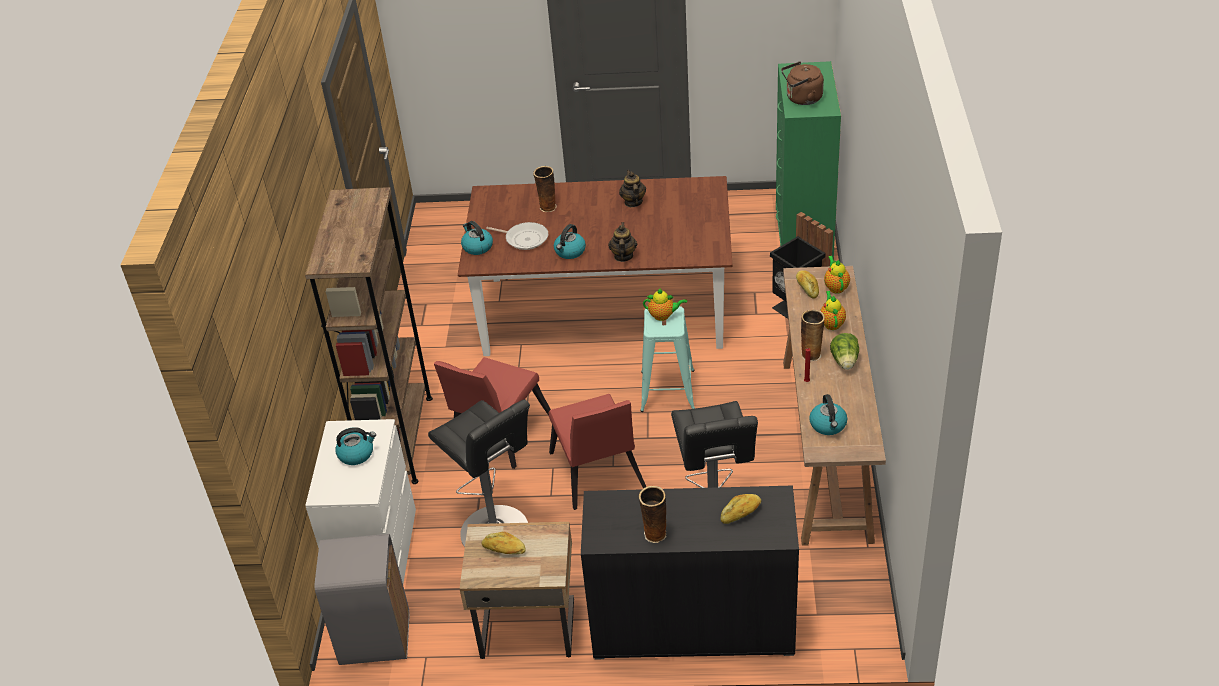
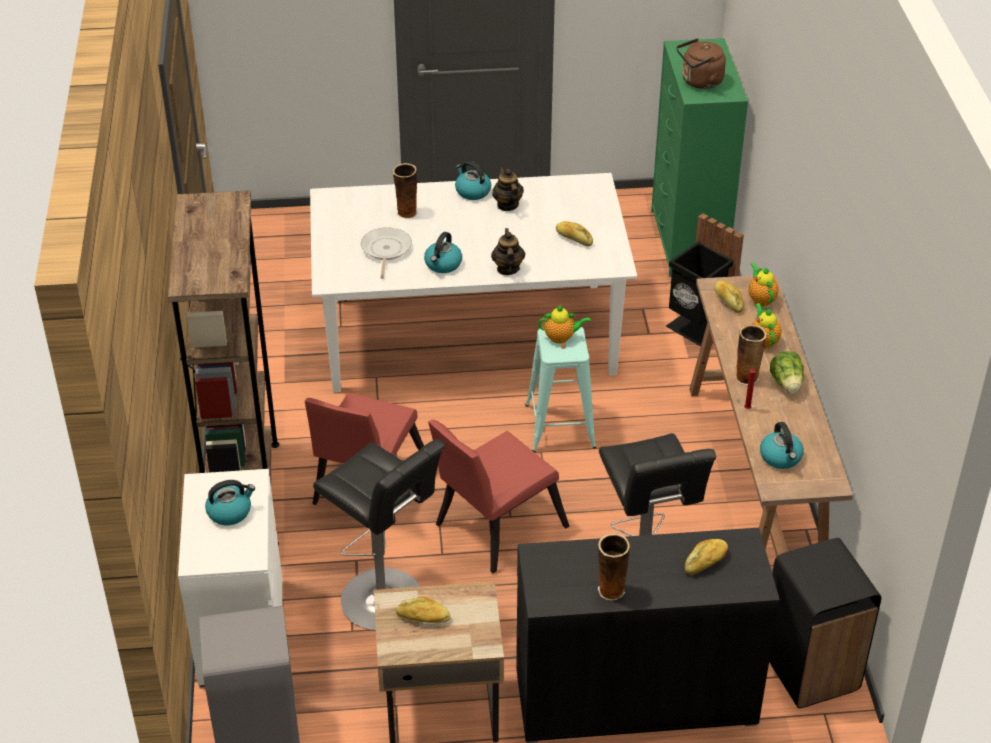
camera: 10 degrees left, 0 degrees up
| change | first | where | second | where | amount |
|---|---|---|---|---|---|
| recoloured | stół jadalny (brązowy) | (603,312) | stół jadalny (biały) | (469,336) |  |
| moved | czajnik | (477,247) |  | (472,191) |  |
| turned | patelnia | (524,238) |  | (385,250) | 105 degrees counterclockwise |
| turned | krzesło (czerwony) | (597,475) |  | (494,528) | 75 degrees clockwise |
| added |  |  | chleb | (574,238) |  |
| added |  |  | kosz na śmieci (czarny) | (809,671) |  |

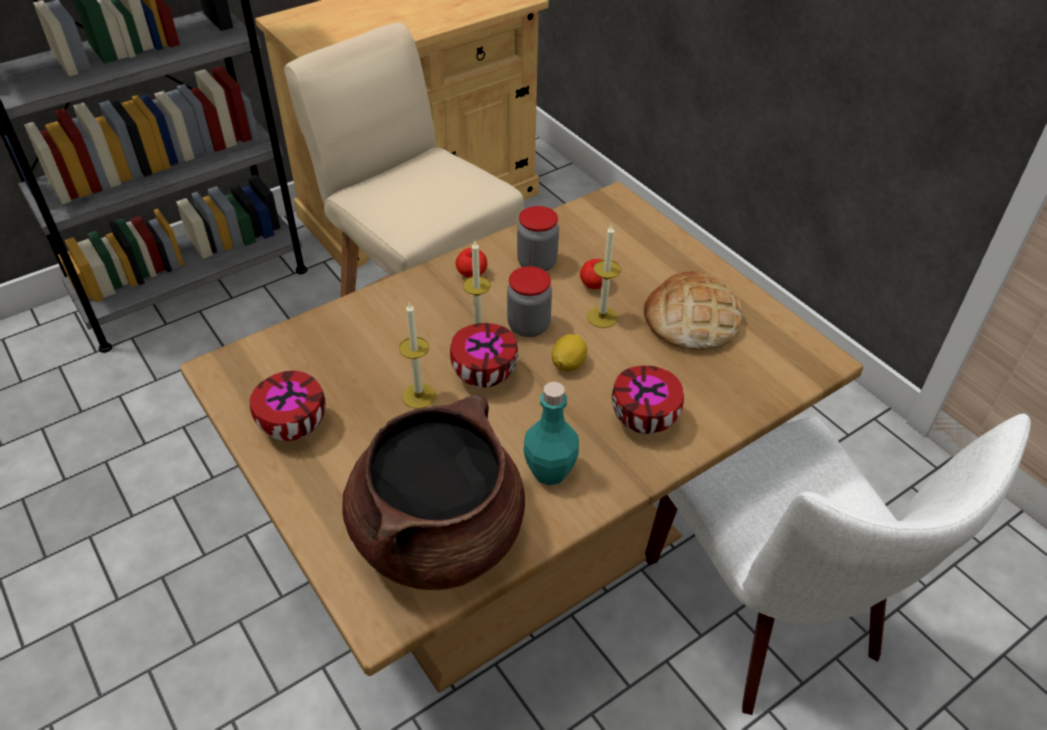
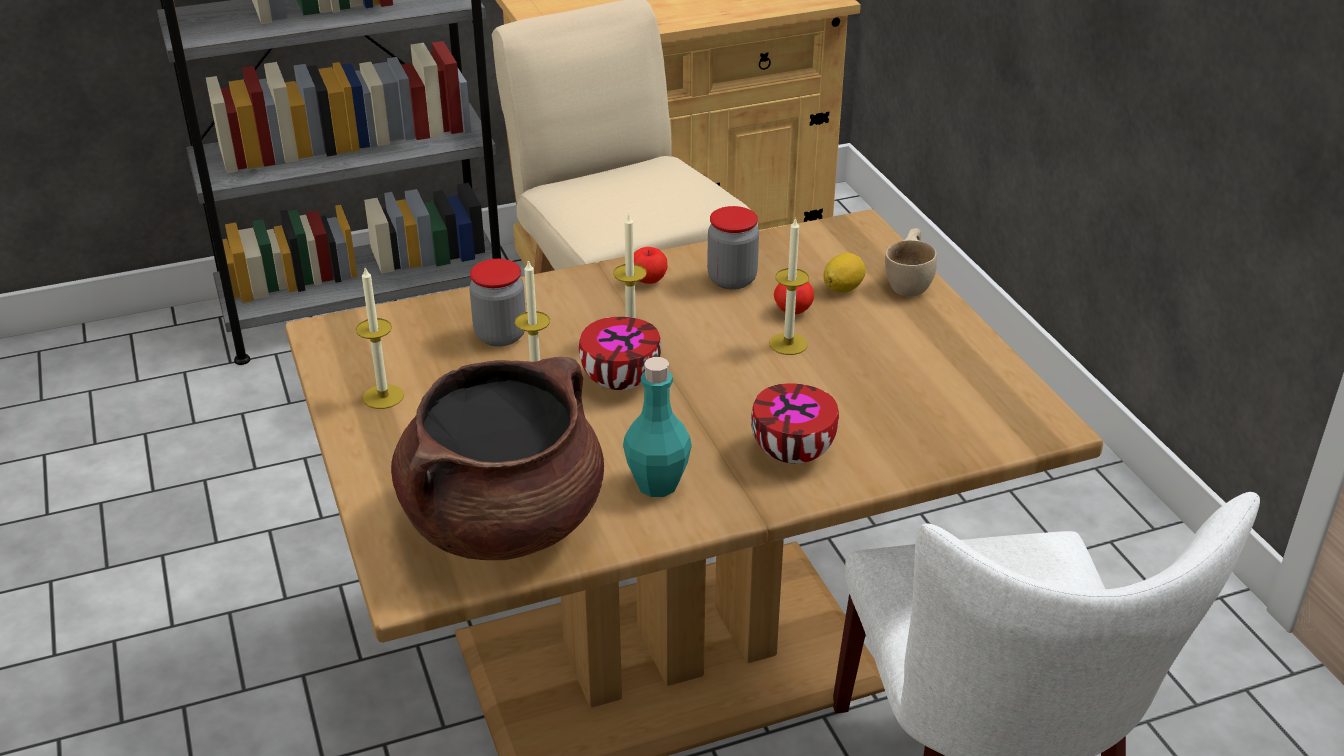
camera: 15 degrees right, 10 degrees down
| change | first | where | second | where | amount |
|---|---|---|---|---|---|
| moved | słoik | (528,326) |  | (500,335) |  |
| removed | chleb | (691,319) |  |  |  |
| moved | cytryna | (568,364) |  | (843,288) |  |
| replaced | miska | (291,427) | świeca | (383,396) |  |
| added |  |  | filiżanka (beżowy) | (910,281) |  |

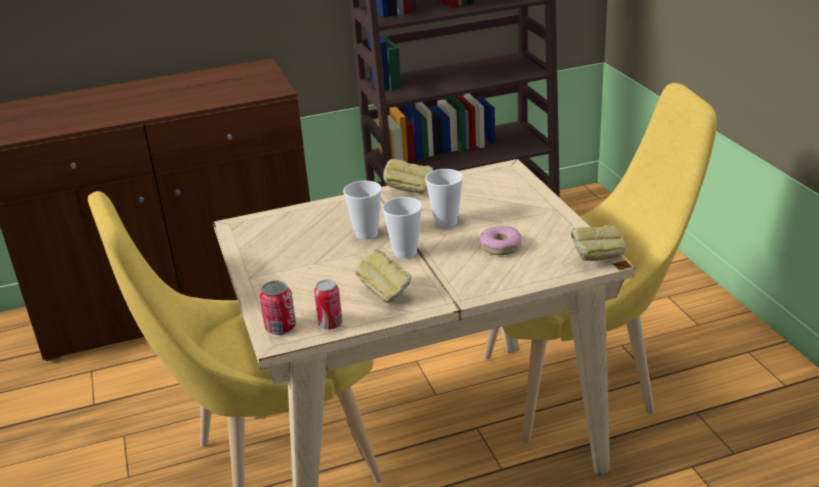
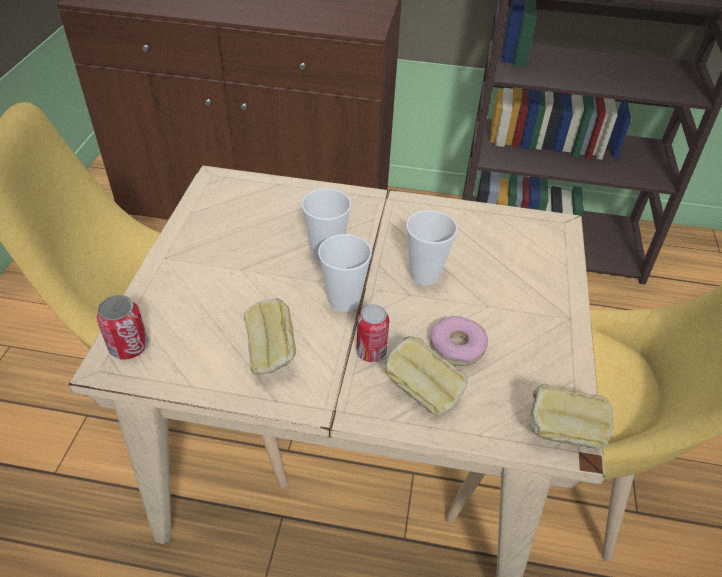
camera: 25 degrees right, 15 degrees up
| change | first | where | second | where | amount |
|---|---|---|---|---|---|
| moved | chleb | (409,191) |  | (423,392) |  |
| moved | puszka | (330,324) |  | (371,352) |  |

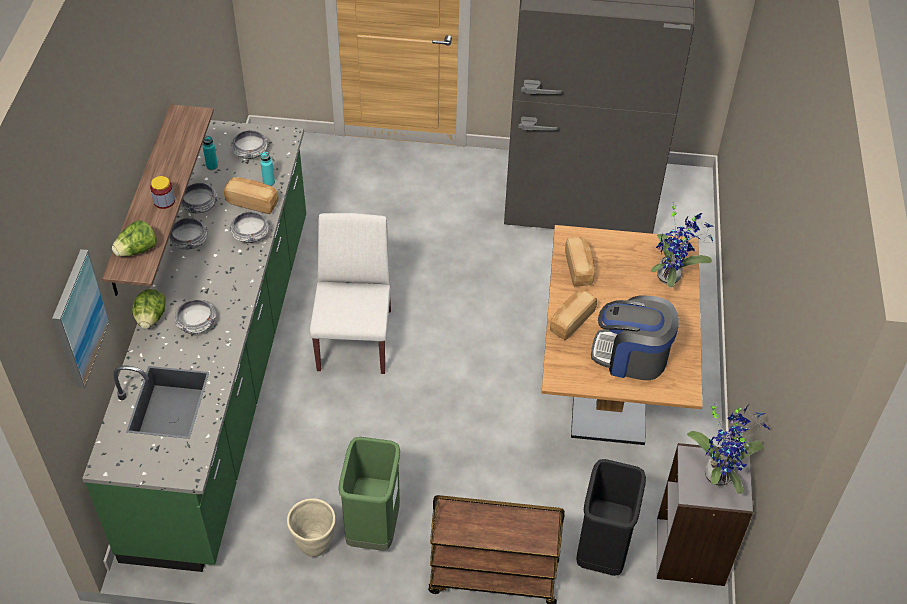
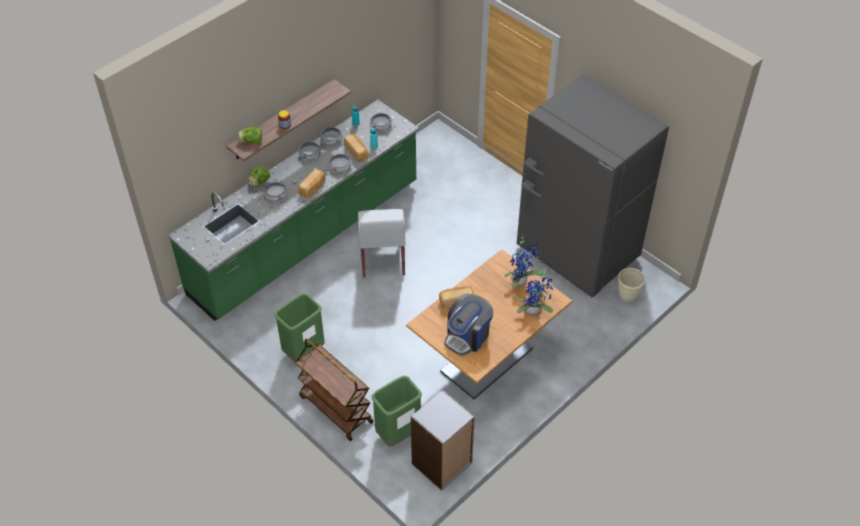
camera: 40 degrees right, 0 degrees up
| change | first | where | second | where | amount |
|---|---|---|---|---|---|
| turned | krzesło (biały) | (354,339) |  | (383,257) | 135 degrees clockwise |
| moved | chleb | (579,269) |  | (313,188) |  |
| removed | obraz | (78,319) |  |  |  |
| turned | ekspres do kawy | (631,356) |  | (467,336) | 105 degrees counterclockwise |
| moved | roślina doniczkowa | (720,473) |  | (521,281) |  |
| recoloured | kosz na śmieci (czarny) | (602,552) | kosz na śmieci (zielony) | (398,434) |  |
| moved | donica (beżowy) | (314,544) |  | (627,295) |  |

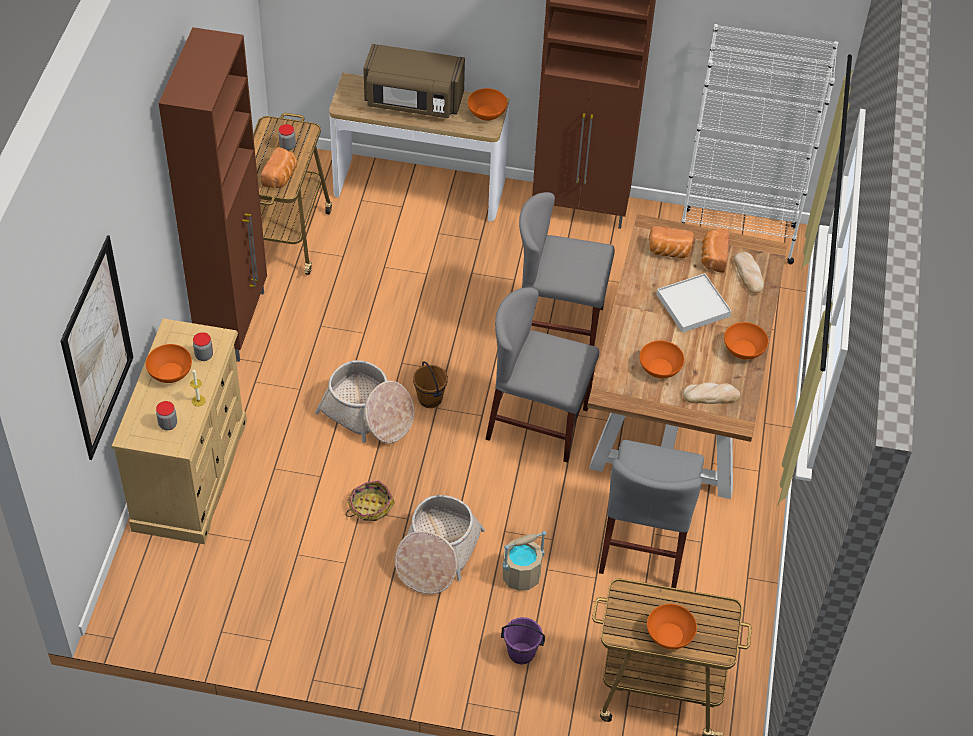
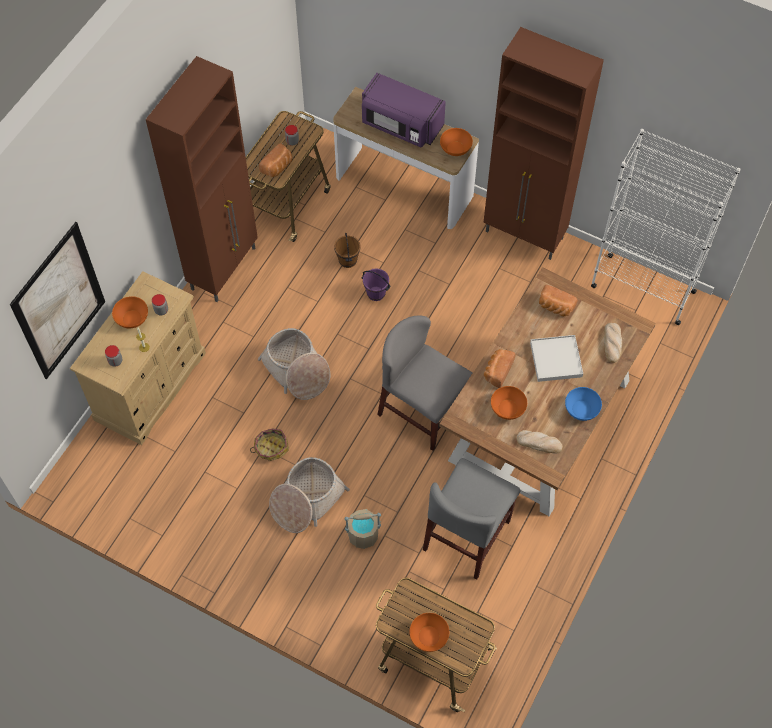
camera: 20 degrees right, 10 degrees up
| change | first | where | second | where | amount |
|---|---|---|---|---|---|
| recoloured | mikrofalówka (brązowy) | (413,101) | mikrofalówka (fioletowy) | (401,125) |  |
| removed | krzesło (szary) | (558,325) |  |  |  |
| moved | chleb | (713,257) |  | (497,371) |  |
| recoloured | miska (pomarańczowy) | (744,350) | miska (niebieski) | (581,409) |  |
| moved | wiadro (brązowy) | (430,399) |  | (348,261) |  |
| moved | wiadro (fioletowy) | (521,653) |  | (376,293) |  |

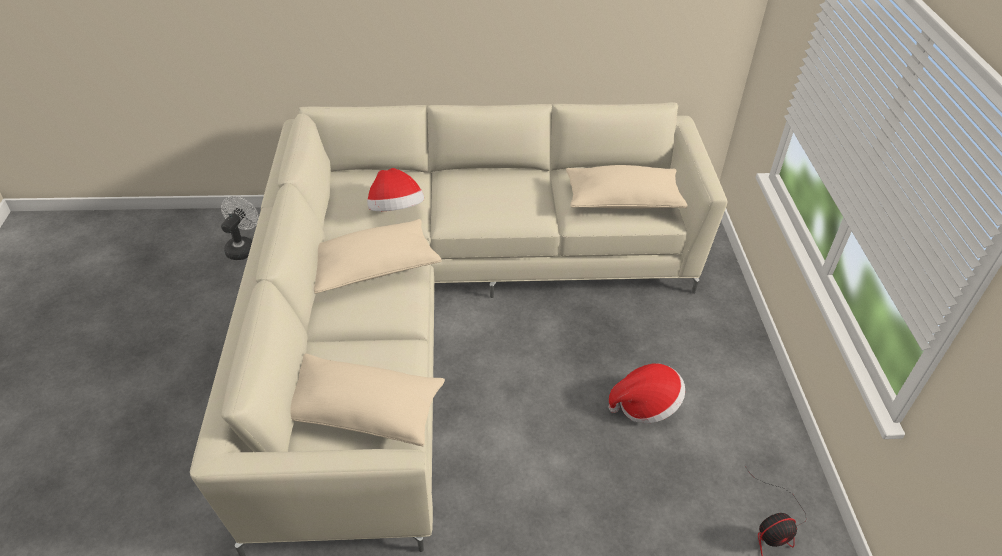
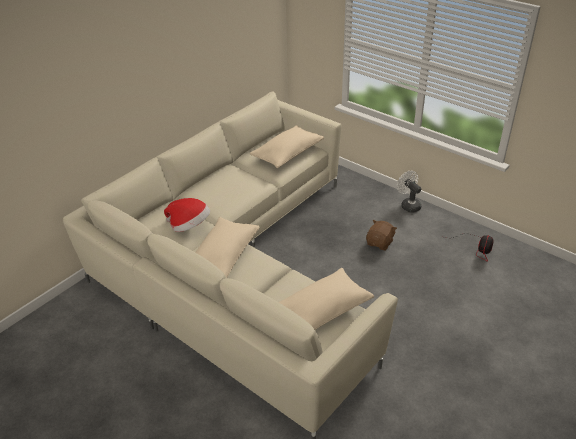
camera: 45 degrees left, 5 degrees down
| change | first | where | second | where | amount |
|---|---|---|---|---|---|
| moved | wentylator (biały) | (243,247) |  | (408,205) |  |
| replaced | kapelusz | (645,405) | pluszak (brązowy) | (380,243) |  |

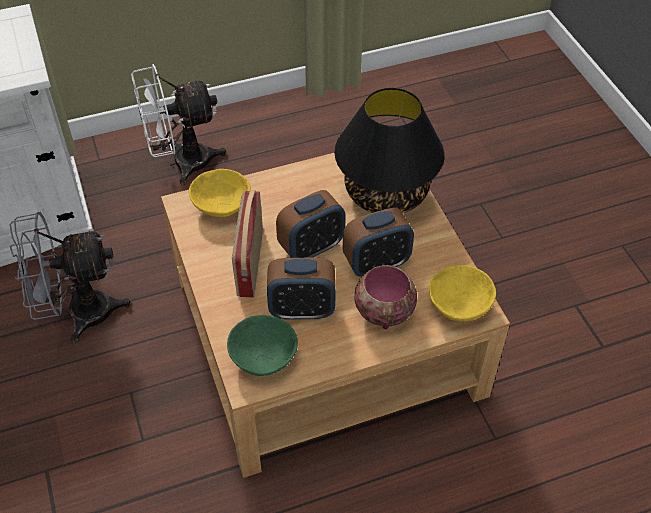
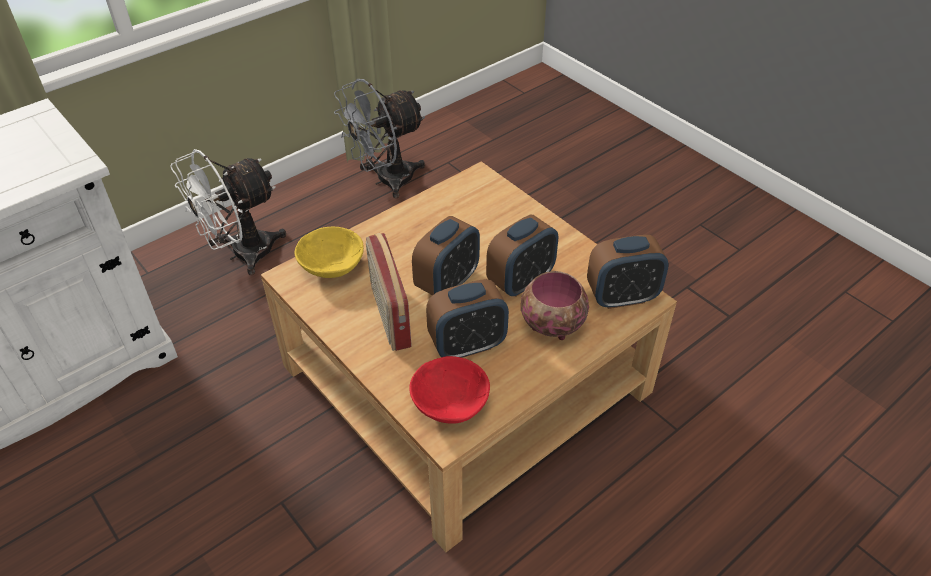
camera: 20 degrees left, 5 degrees down
| change | first | where | second | where | amount |
|---|---|---|---|---|---|
| removed | lampa stołowa (czarny) | (386,193) |  |  |  |
| moved | wentylator (szary) | (78,314) |  | (386,181) |  |
| replaced | miska (żółty) | (460,304) | budzik | (622,297) |  |
| recoloured | miska (zielony) | (262,356) | miska (czerwony) | (448,404) |  |

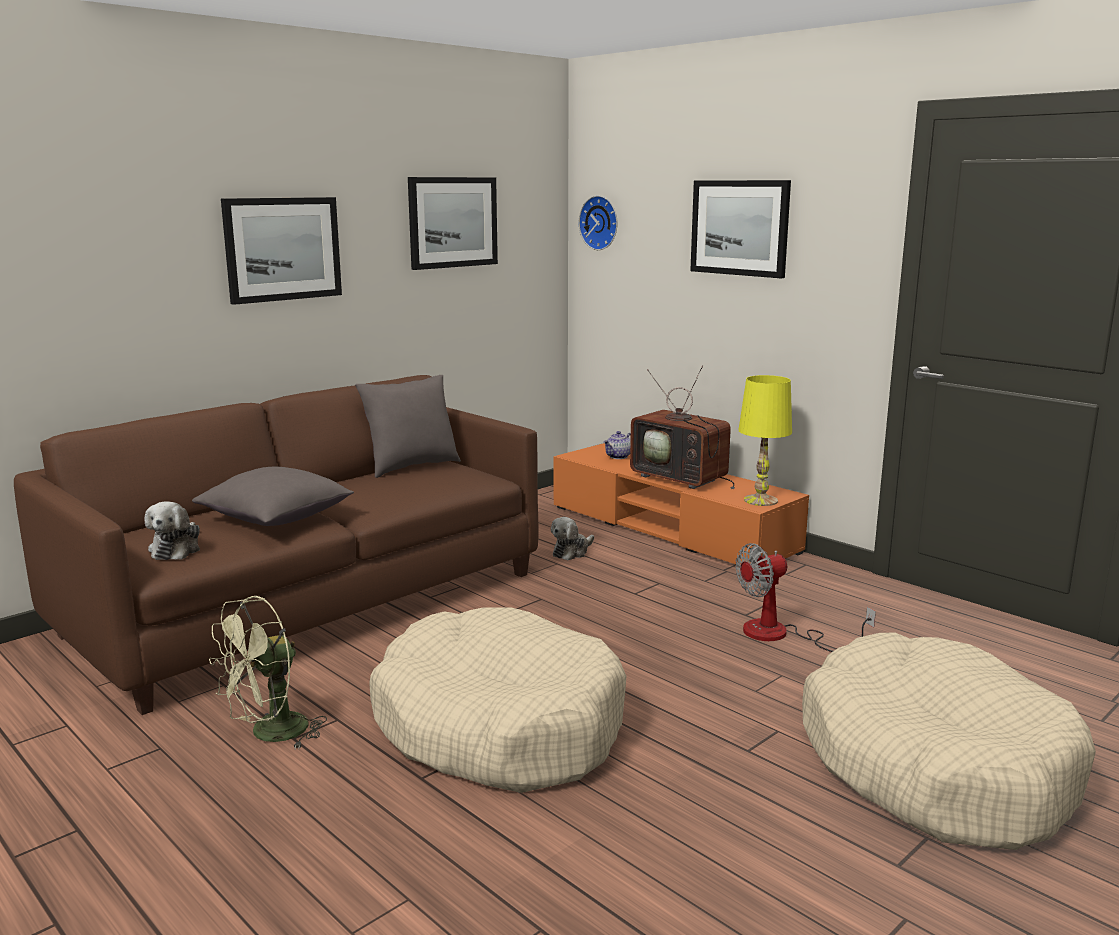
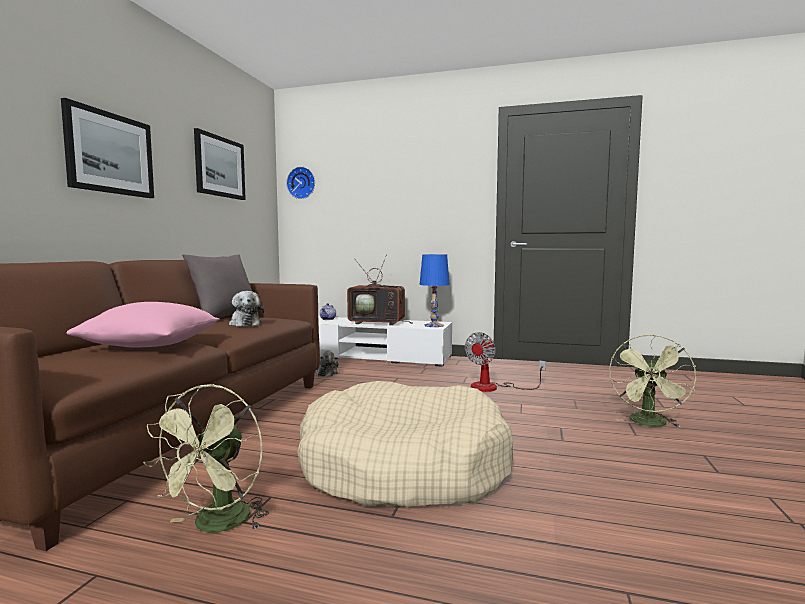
camera: 30 degrees left, 10 degrees down
| change | first | where | second | where | amount |
|---|---|---|---|---|---|
| removed | obraz | (740,228) |  |  |  |
| recoloured | lampa stołowa (żółty) | (760,500) | lampa stołowa (niebieski) | (433,325) |  |
| recoloured | szafka pod telewizor (pomarańczowy) | (671,529) | szafka pod telewizor (biały) | (370,356) |  |
| recoloured | poduszka (szary) | (276,519) | poduszka (różowy) | (152,346) |  |
| moved | pluszak | (176,549) |  | (245,323) |  |
| replaced | legowisko (beżowy) | (934,766) | wentylator (zielony) | (649,424) |  |

